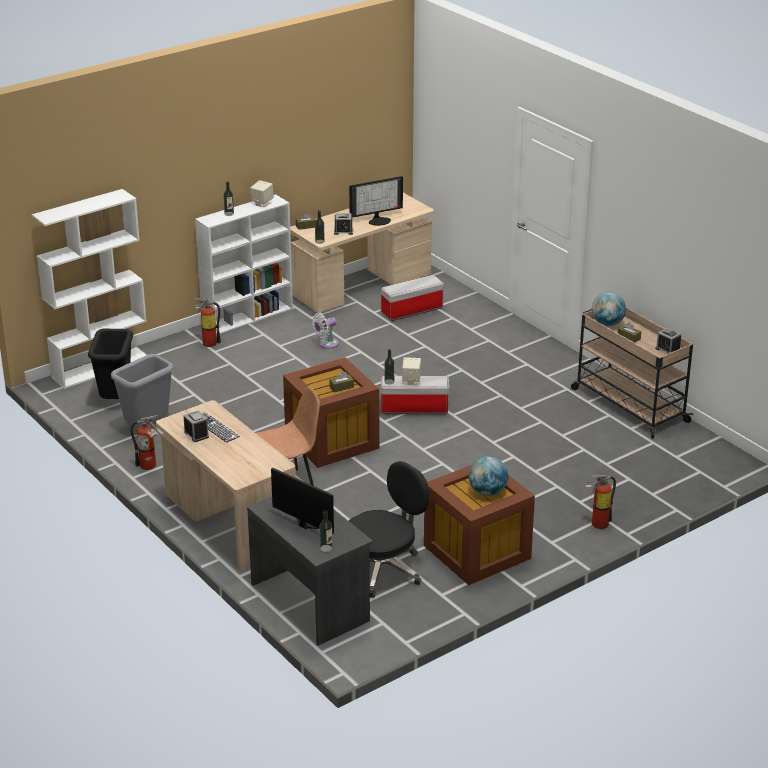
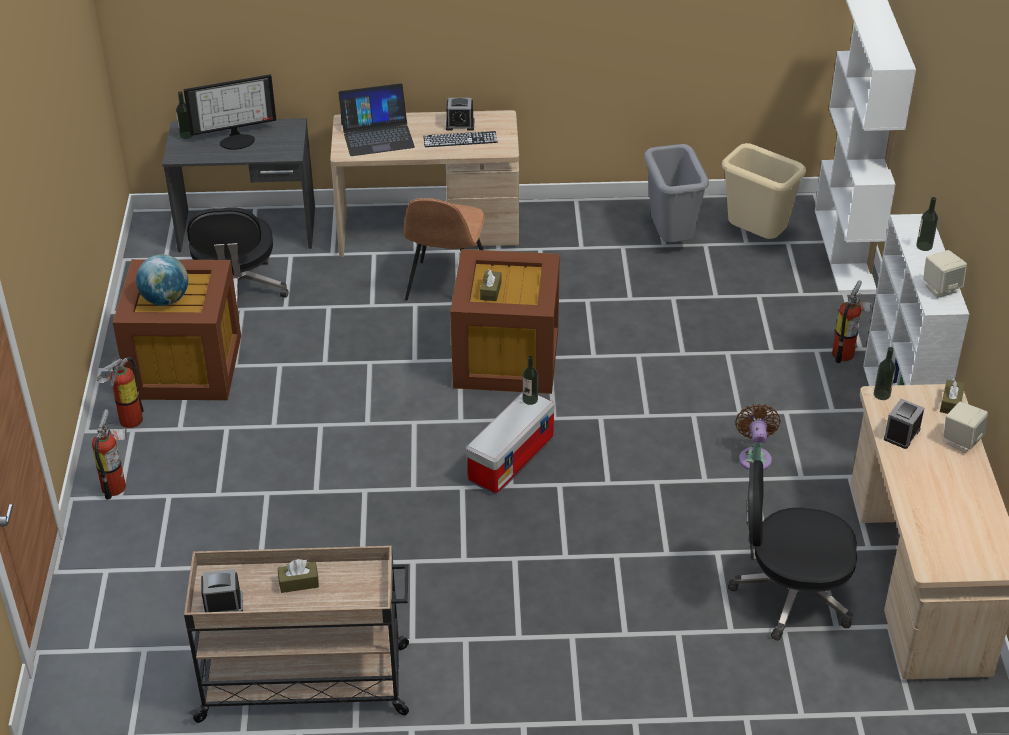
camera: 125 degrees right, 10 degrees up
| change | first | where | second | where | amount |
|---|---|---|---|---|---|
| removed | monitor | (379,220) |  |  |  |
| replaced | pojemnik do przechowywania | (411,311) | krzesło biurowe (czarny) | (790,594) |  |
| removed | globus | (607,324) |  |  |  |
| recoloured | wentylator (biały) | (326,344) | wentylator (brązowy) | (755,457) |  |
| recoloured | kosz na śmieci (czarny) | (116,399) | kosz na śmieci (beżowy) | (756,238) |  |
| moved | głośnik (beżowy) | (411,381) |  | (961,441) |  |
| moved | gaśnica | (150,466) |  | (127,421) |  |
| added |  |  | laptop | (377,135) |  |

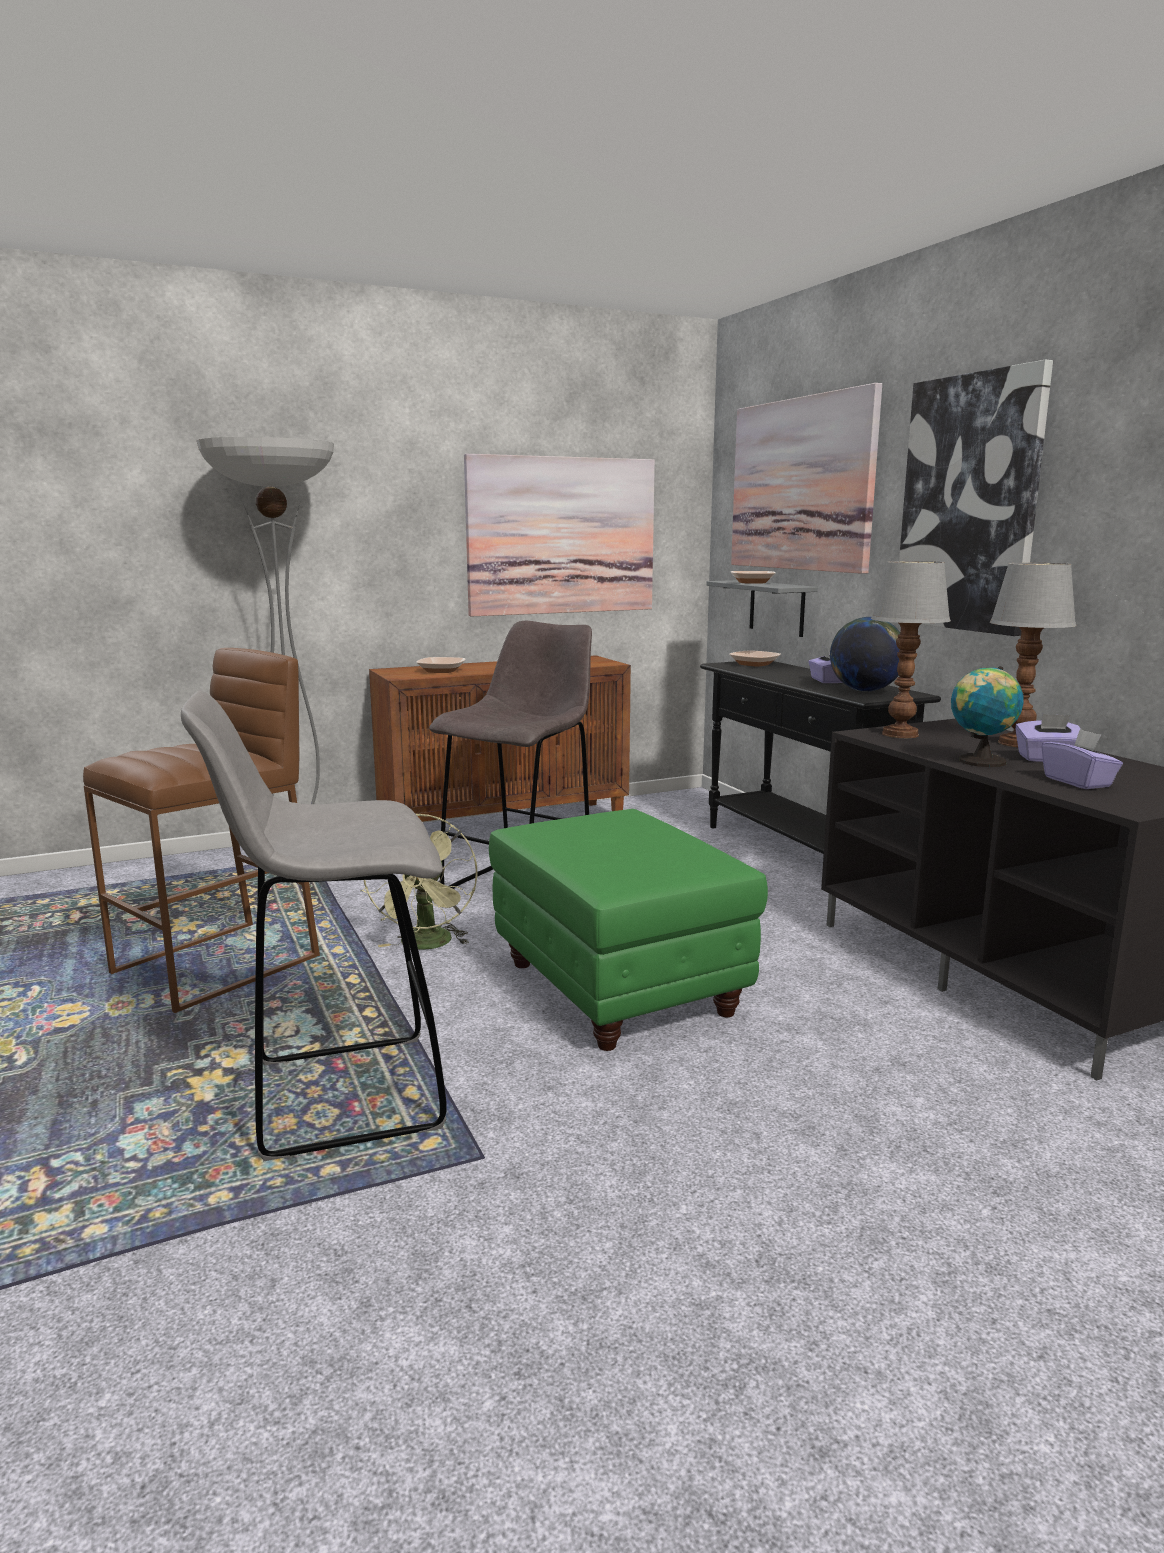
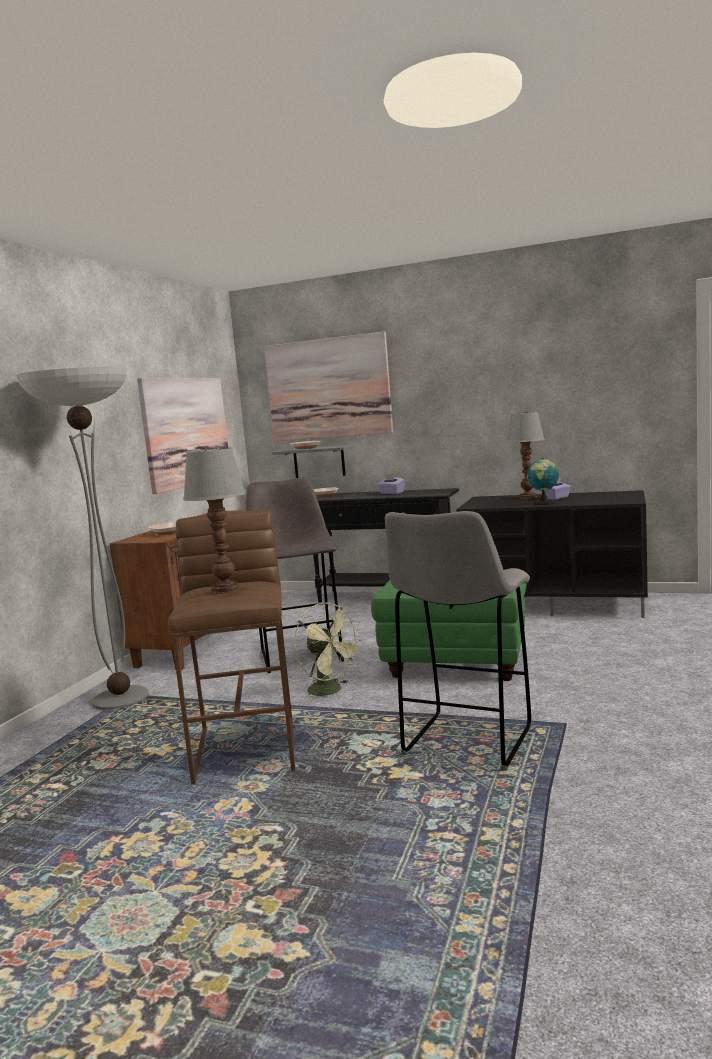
camera: 45 degrees left, 5 degrees down
| change | first | where | second | where | amount |
|---|---|---|---|---|---|
| removed | obraz | (969,504) |  |  |  |
| moved | lampa stołowa | (900,734) |  | (225,589) |  |
| removed | globus | (865,691) |  |  |  |
| removed | pudełko chusteczek (fioletowy) | (1078,782) |  |  |  |

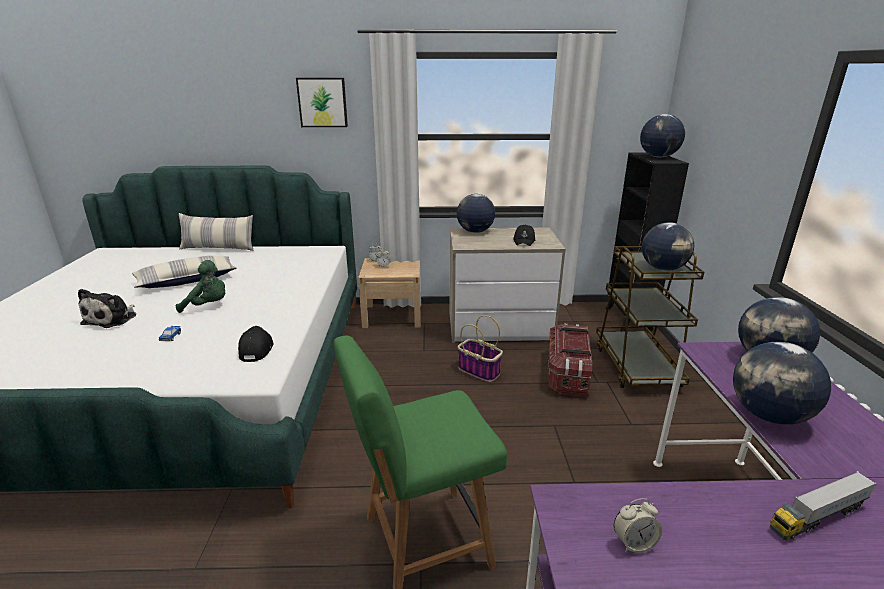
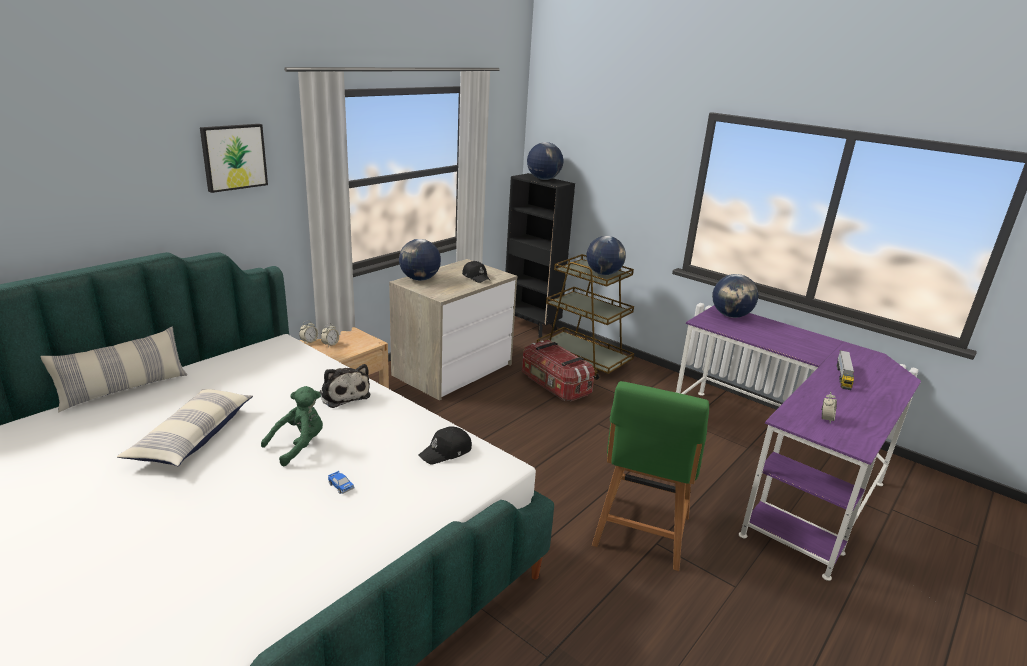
camera: 50 degrees left, 0 degrees up
| change | first | where | second | where | amount |
|---|---|---|---|---|---|
| moved | pluszak | (112,319) |  | (343,394) |  |
| removed | koszyk | (480,371) |  |  |  |
| turned | czapka z daszkiem (czarny) | (256,349) |  | (446,452) | 75 degrees counterclockwise |
| removed | globus | (769,415) |  |  |  |

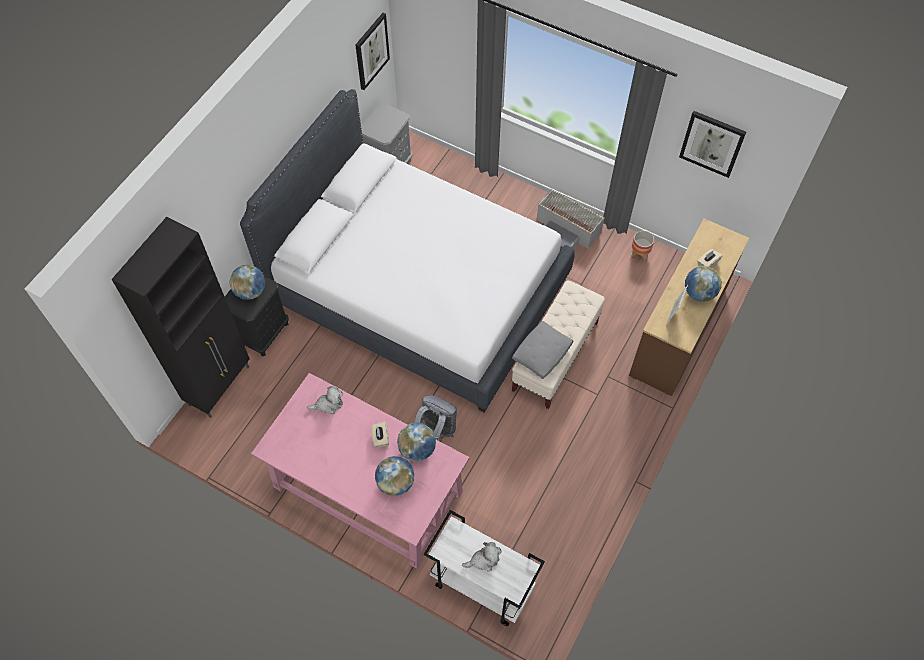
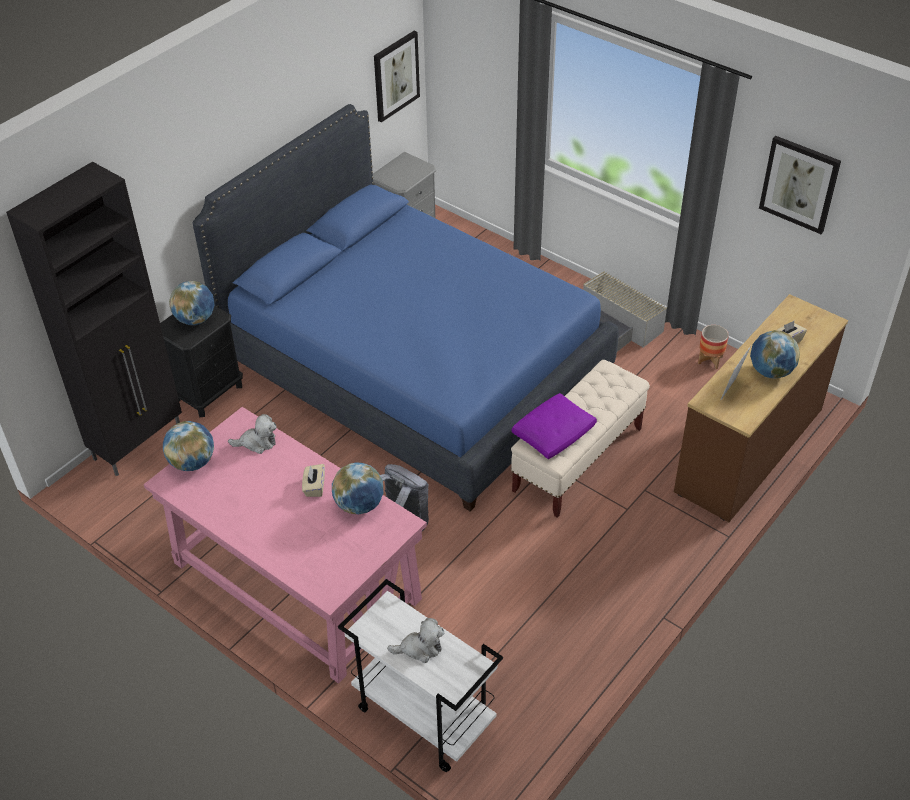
camera: 10 degrees right, 15 degrees down
| change | first | where | second | where | amount |
|---|---|---|---|---|---|
| recoloured | łóżko (biały) | (418,289) | łóżko (niebieski) | (415,368) |  |
| recoloured | poduszka (szary) | (542,353) | poduszka (fioletowy) | (554,433) |  |
| moved | globus | (395,482) |  | (192,462) |  |

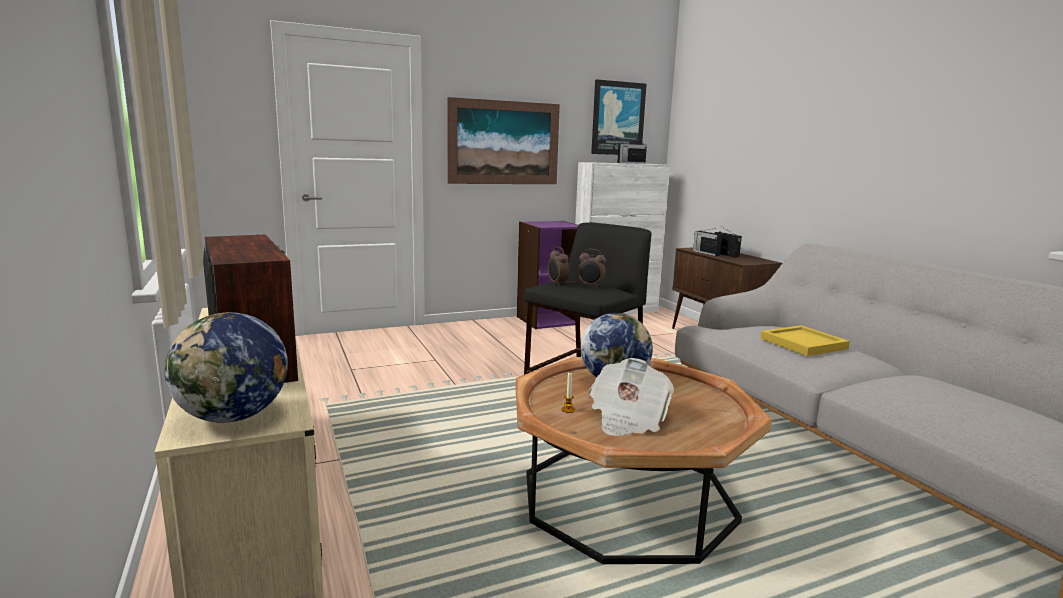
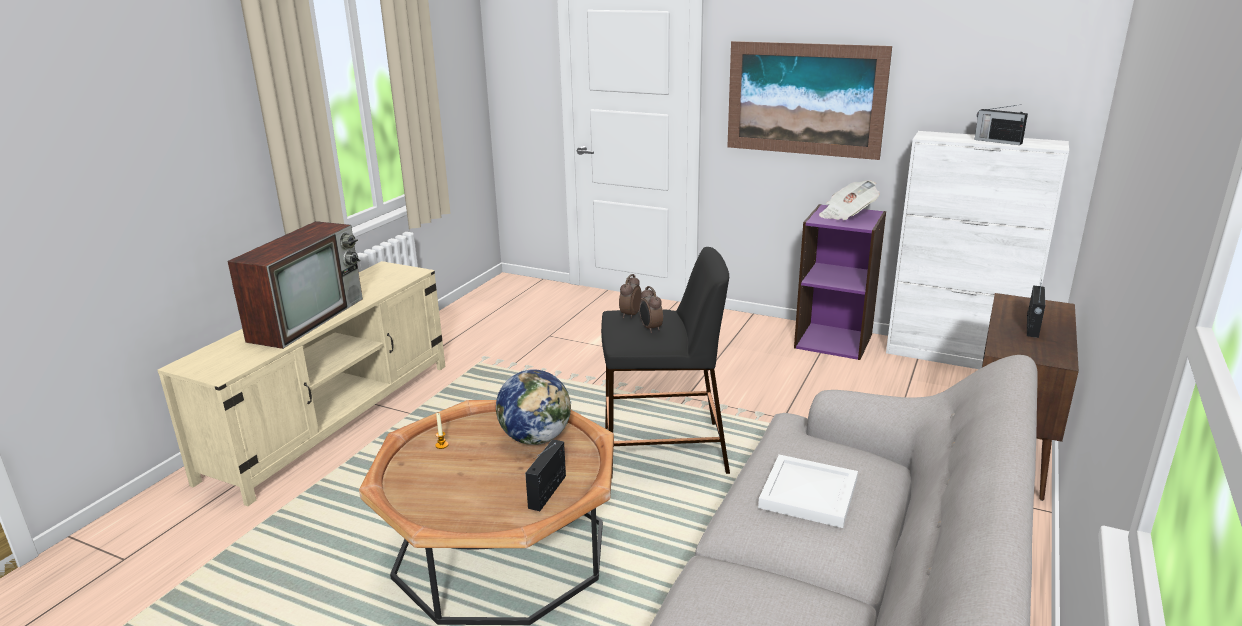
camera: 50 degrees right, 10 degrees up
| change | first | where | second | where | amount |
|---|---|---|---|---|---|
| removed | obraz | (617,118) |  |  |  |
| moved | radio | (705,253) |  | (548,491) |  |
| removed | globus | (233,417) |  |  |  |
| recoloured | taca (żółty) | (803,343) | taca (biały) | (810,493) |  |
| moved | gazeta | (627,418) |  | (846,215) |  |

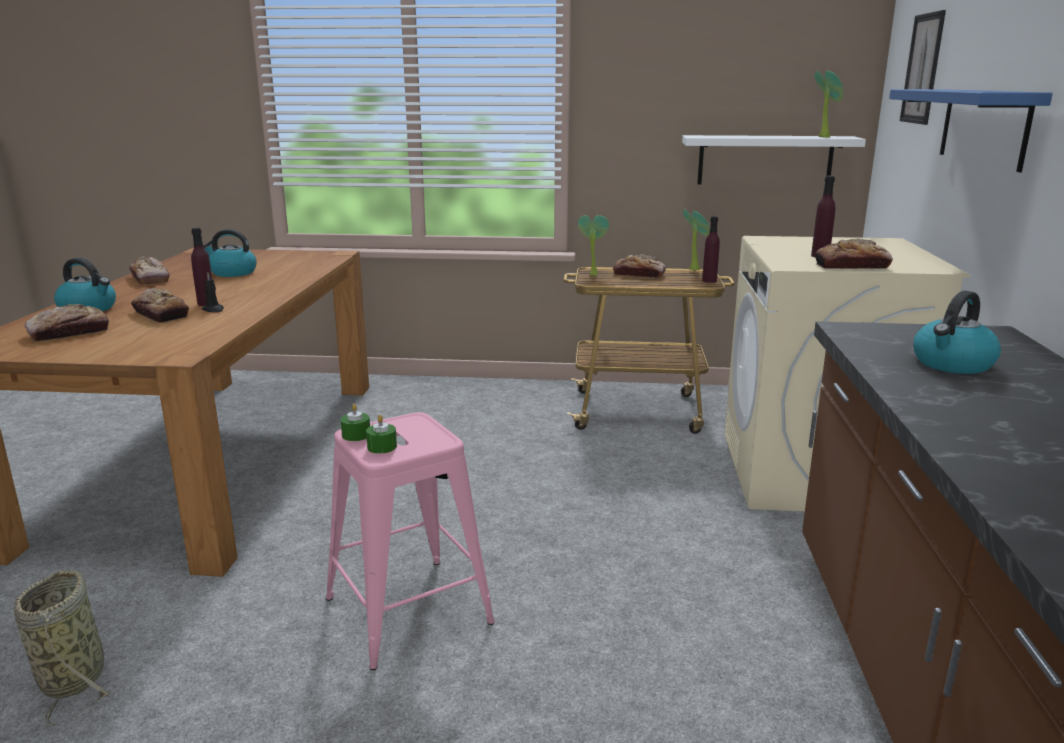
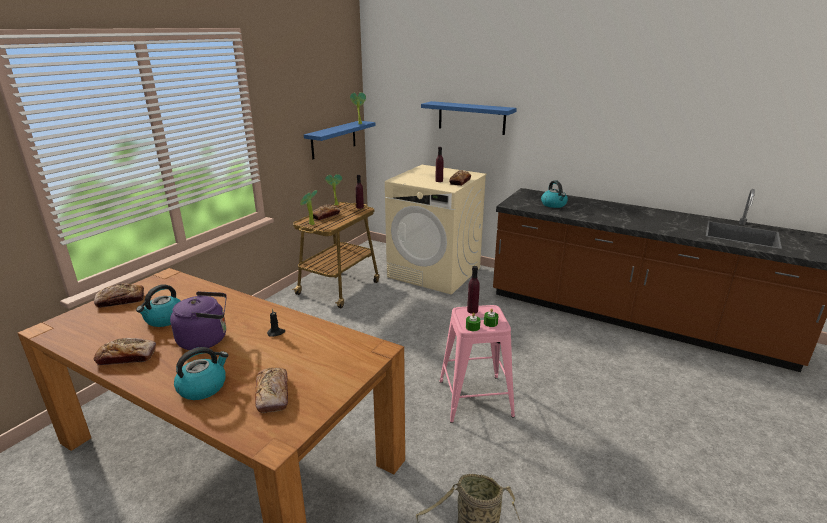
camera: 65 degrees left, 5 degrees up
| change | first | where | second | where | amount |
|---|---|---|---|---|---|
| removed | obraz | (922,69) |  |  |  |
| recoloured | półka (biały) | (765,160) | półka (niebieski) | (333,139) |  |
| moved | butelka (fioletowy) | (206,304) |  | (472,310) |  |
| moved | chleb | (161,314) |  | (121,300) |  |
| added |  |  | czajnik (fioletowy) | (206,339) |  |

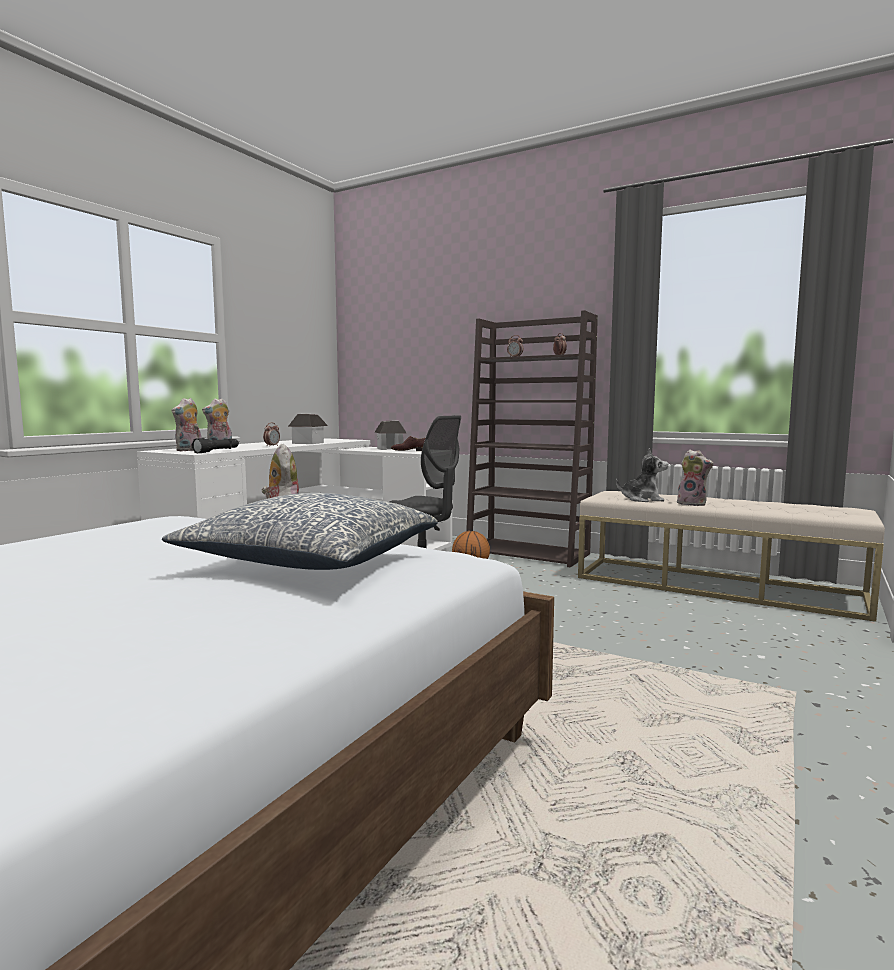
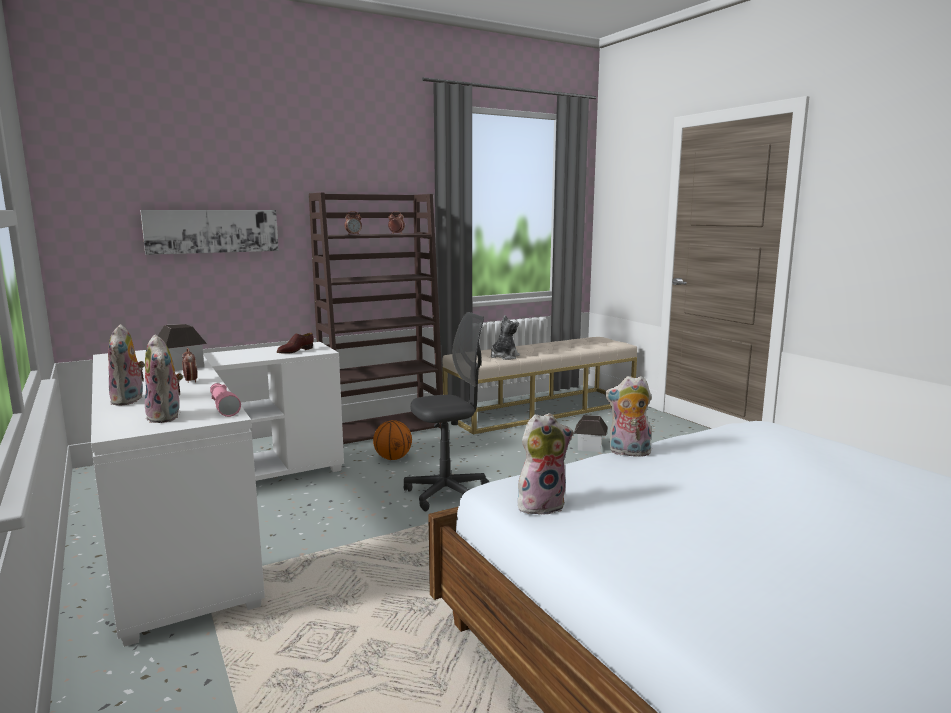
camera: 60 degrees left, 5 degrees up
| change | first | where | second | where | amount |
|---|---|---|---|---|---|
| moved | domek | (390,449) |  | (590,446) |  |
| recoloured | latarka (czarny) | (217,451) | latarka (różowy) | (223,407) |  |
| moved | pluszak | (693,504) |  | (541,505) |  |
| removed | poduszka | (309,562) |  |  |  |
| added |  |  | obraz | (212,231) |  |

